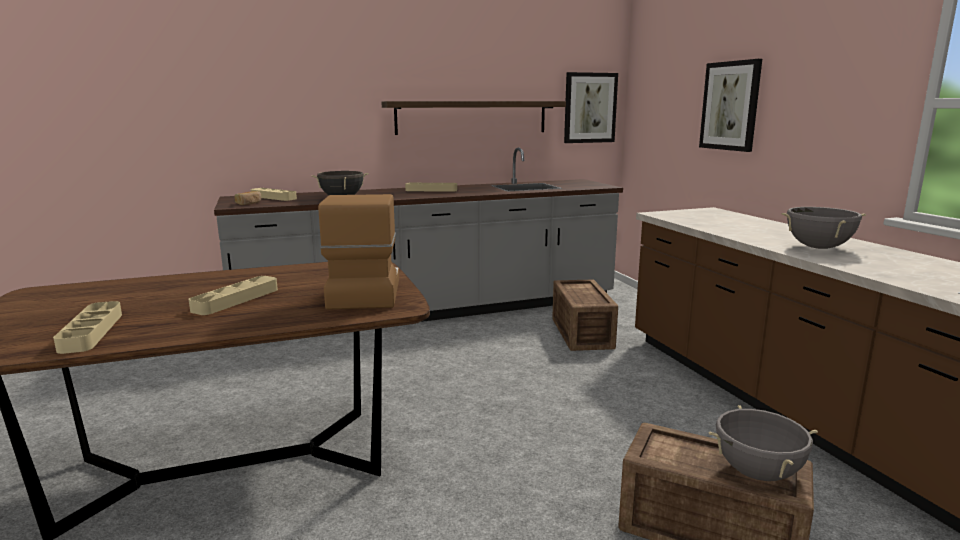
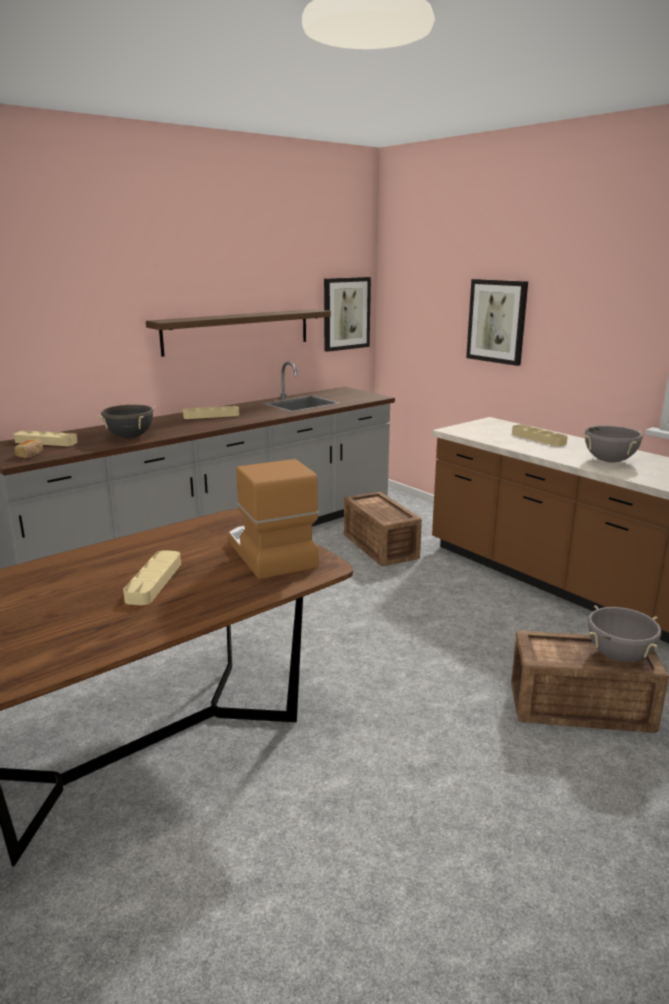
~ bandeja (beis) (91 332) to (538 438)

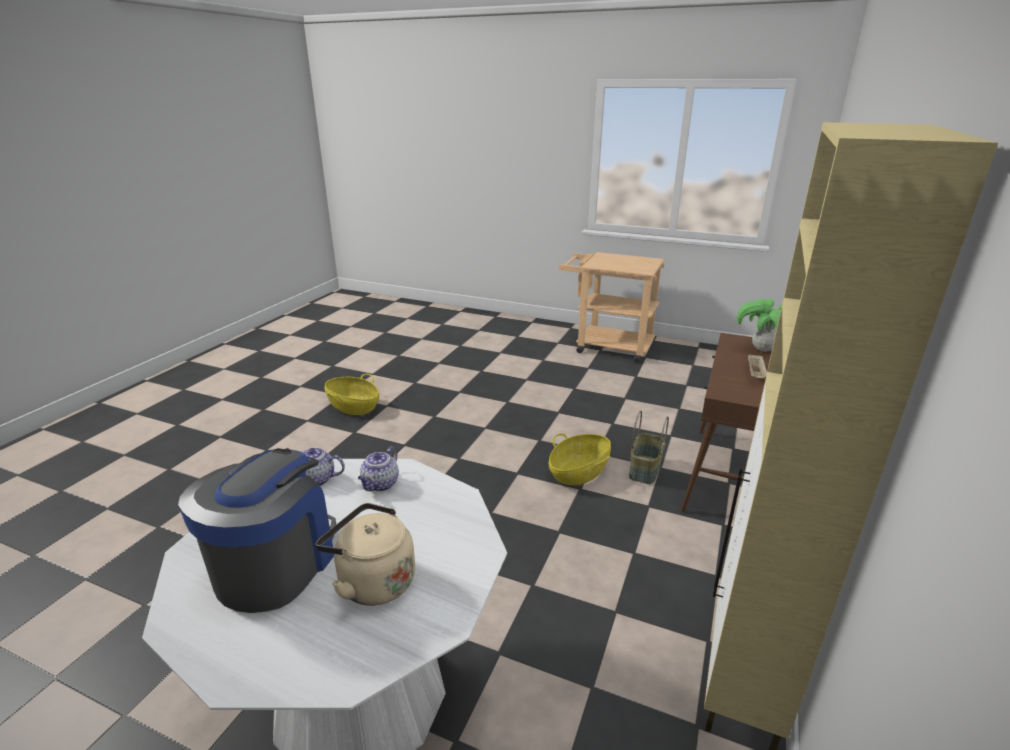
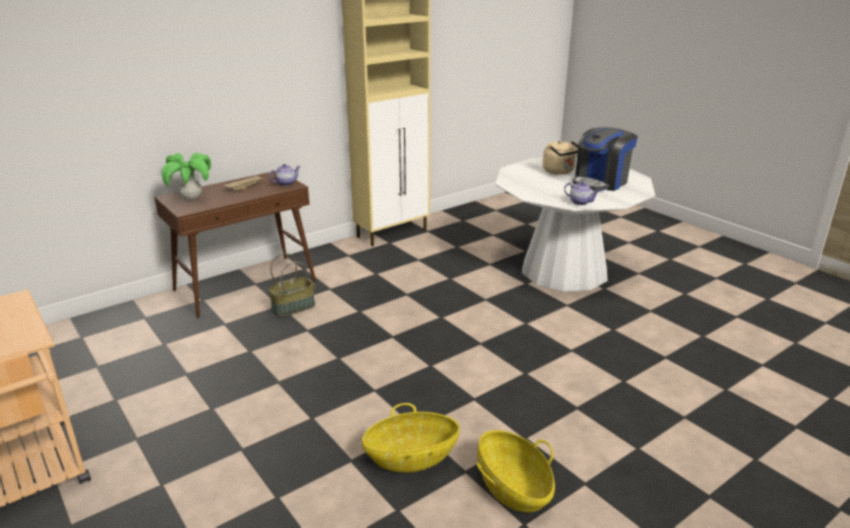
~ cesta (579 472) to (411 457)
~ tetera (380 484) to (286 183)

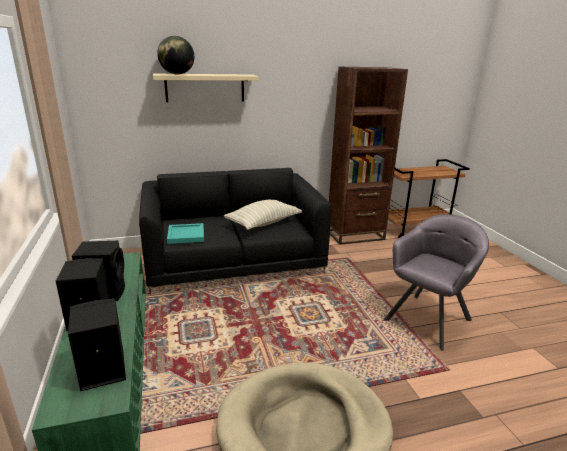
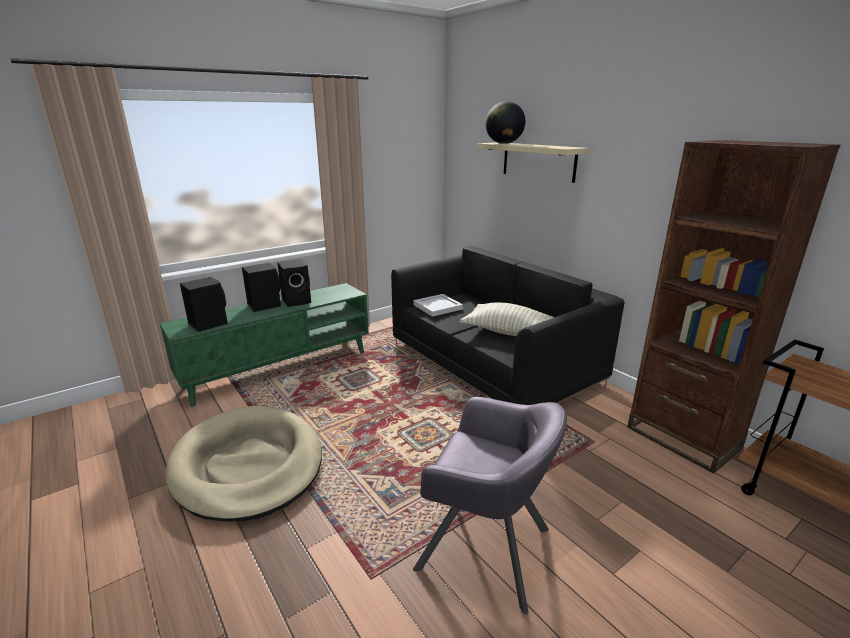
~ bandeja (turquesa) (186 235) to bandeja (blanco) (437 307)

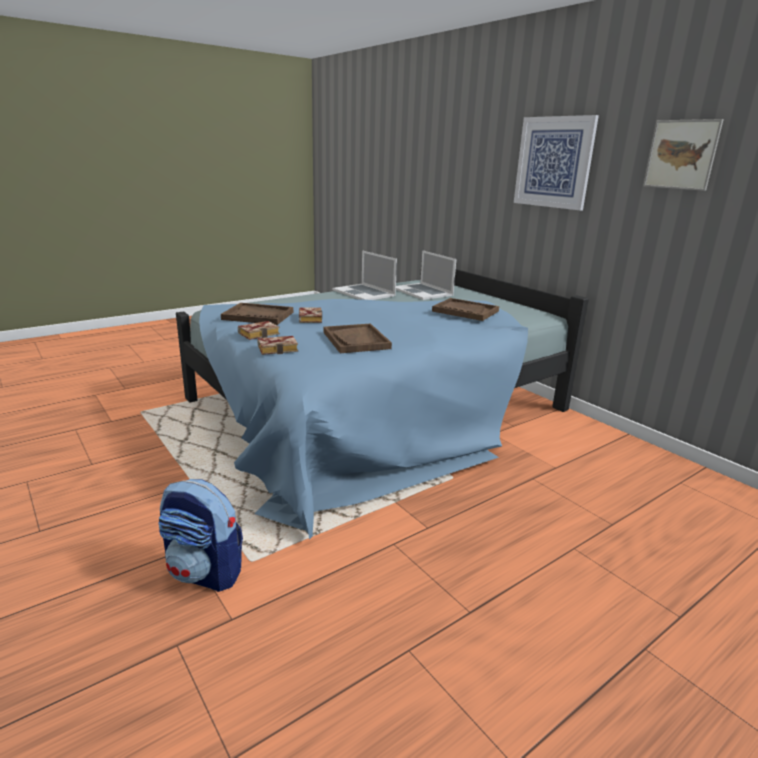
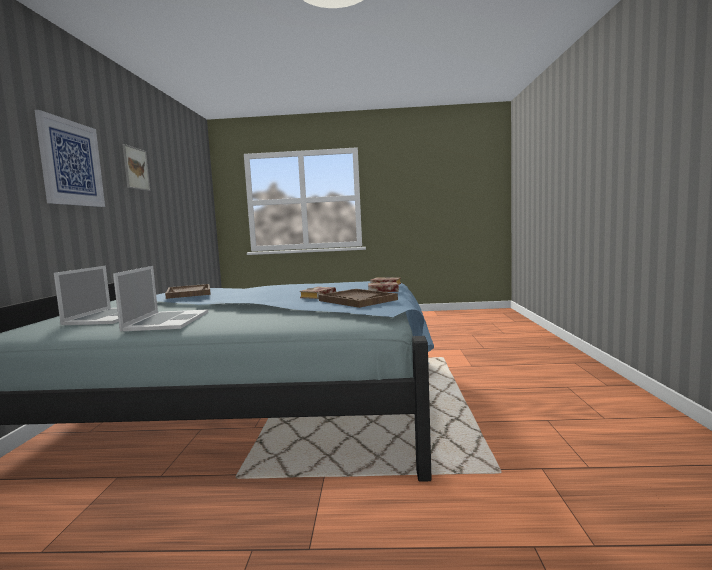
- bandeja (marrón) (356 340)
- mochila (205 572)

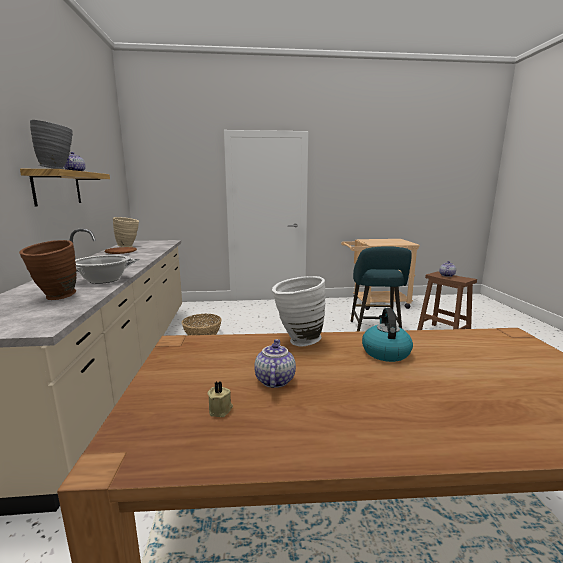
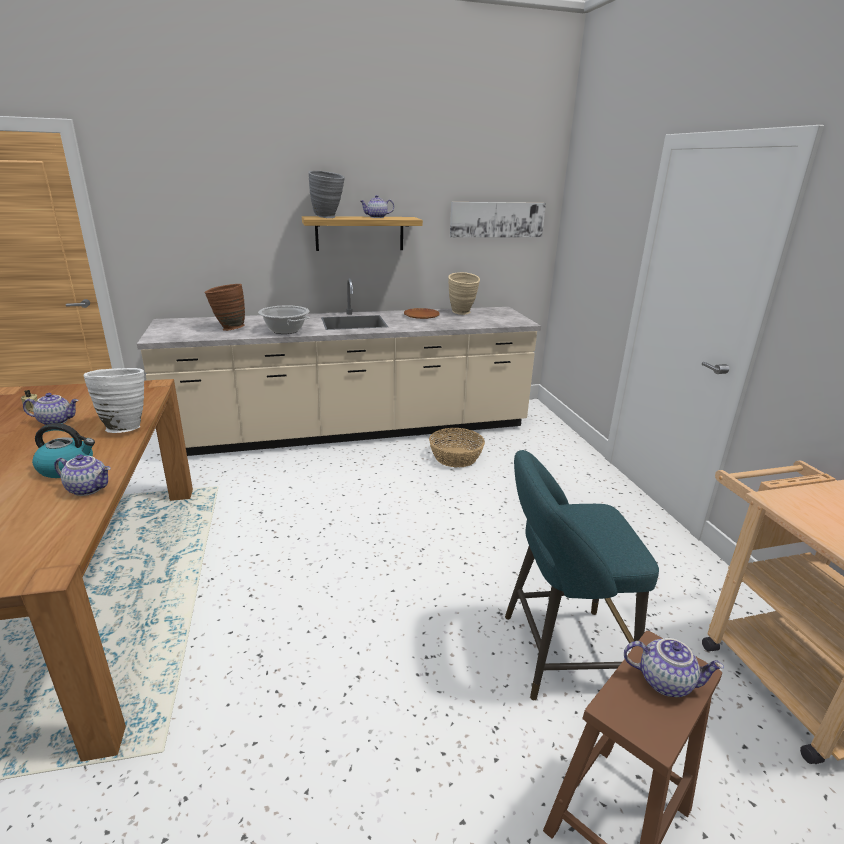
+ cuadro (497 219)
+ tetera (89 488)

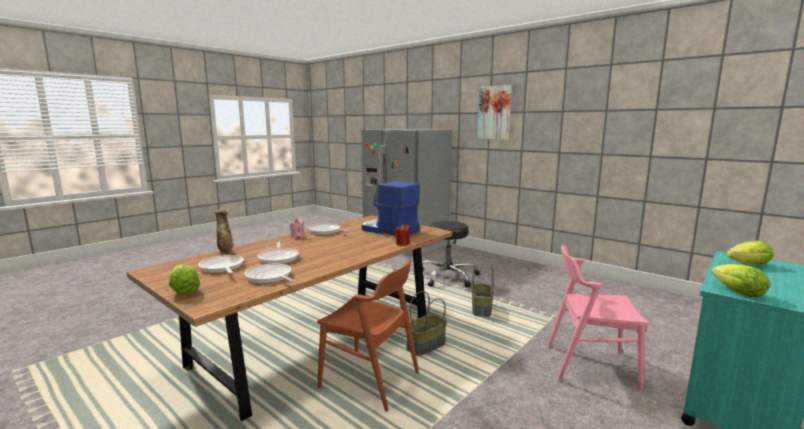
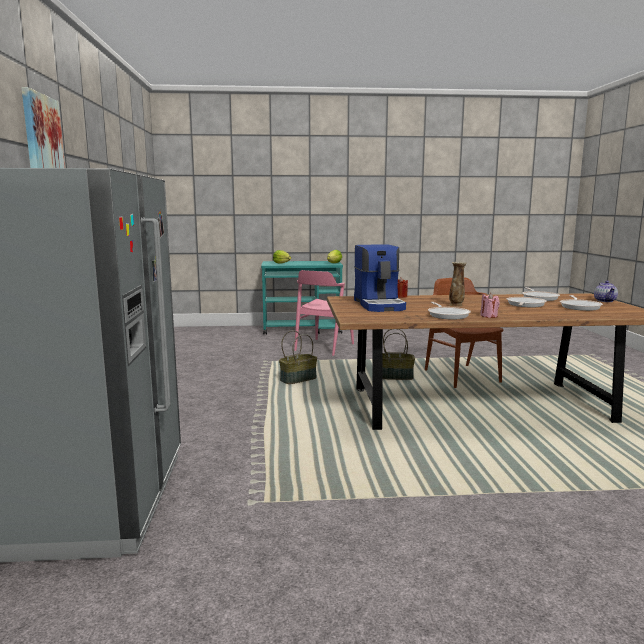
~ florero (225 252) to (456 305)
- taburete (negro) (448 277)
~ silla (rosa) (590 366) = (324 347) 60 degrees clockwise
~ lechuga (184 291) to tetera (605 301)

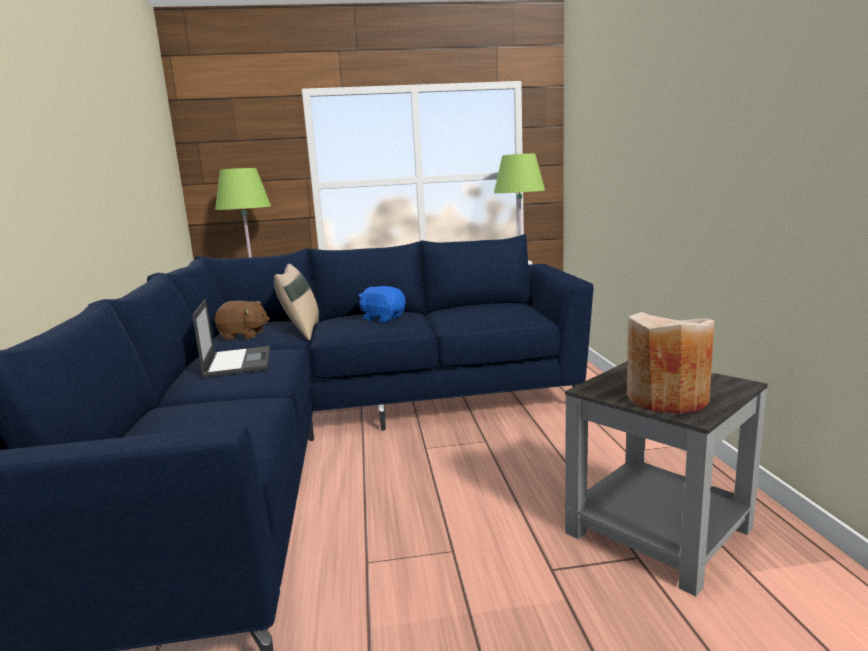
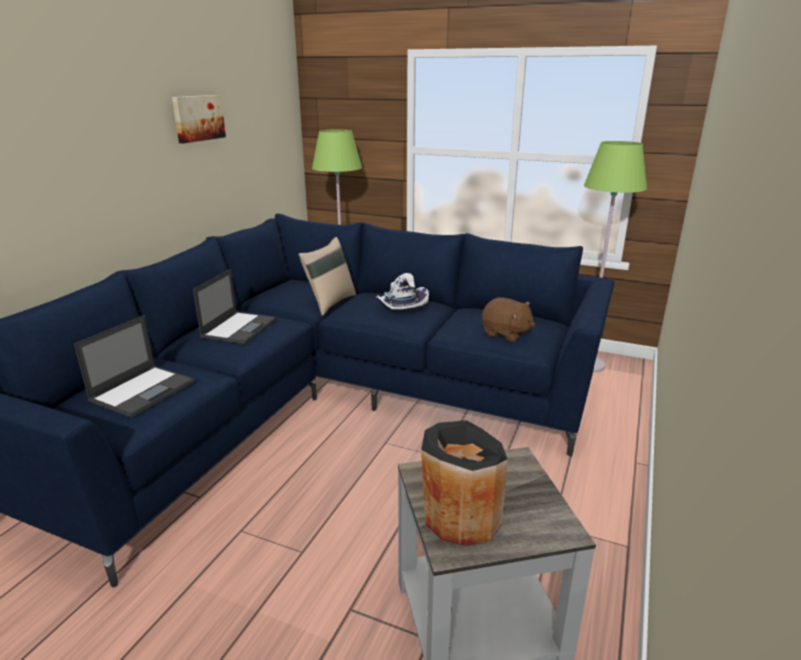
~ peluche (azul) (383 319) to sombrero (blanco) (400 308)
~ peluche (marrón) (243 335) to (506 333)
~ florero (beis) (666 399) to florero (negro) (461 516)
+ cuadro (198 118)
+ portátil (143 390)

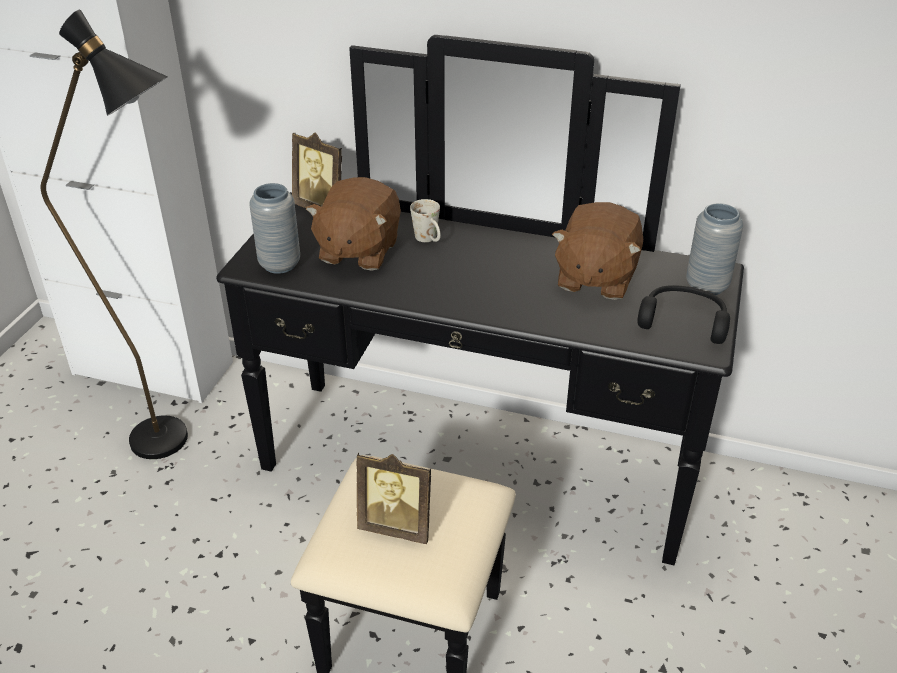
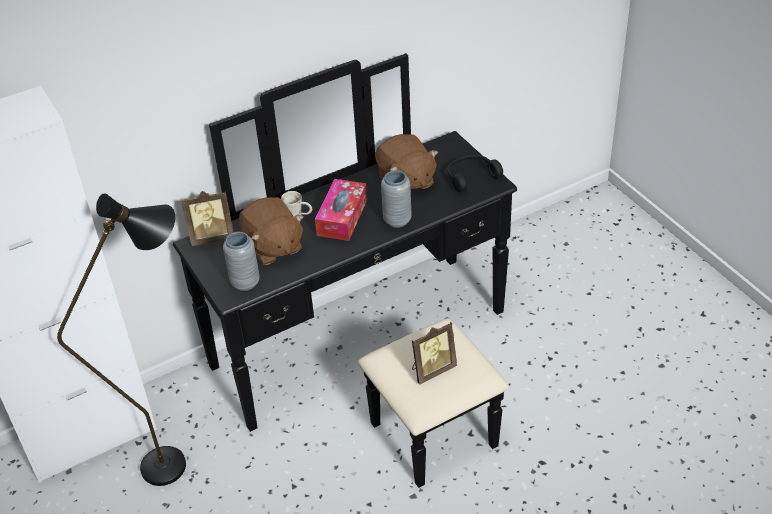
~ florero (gris) (706 286) to (397 220)
+ caja de pañuelos (342 217)

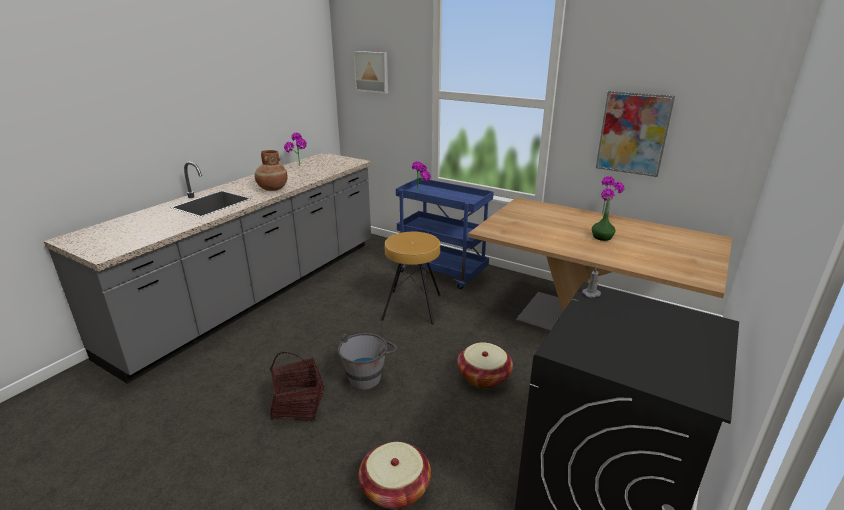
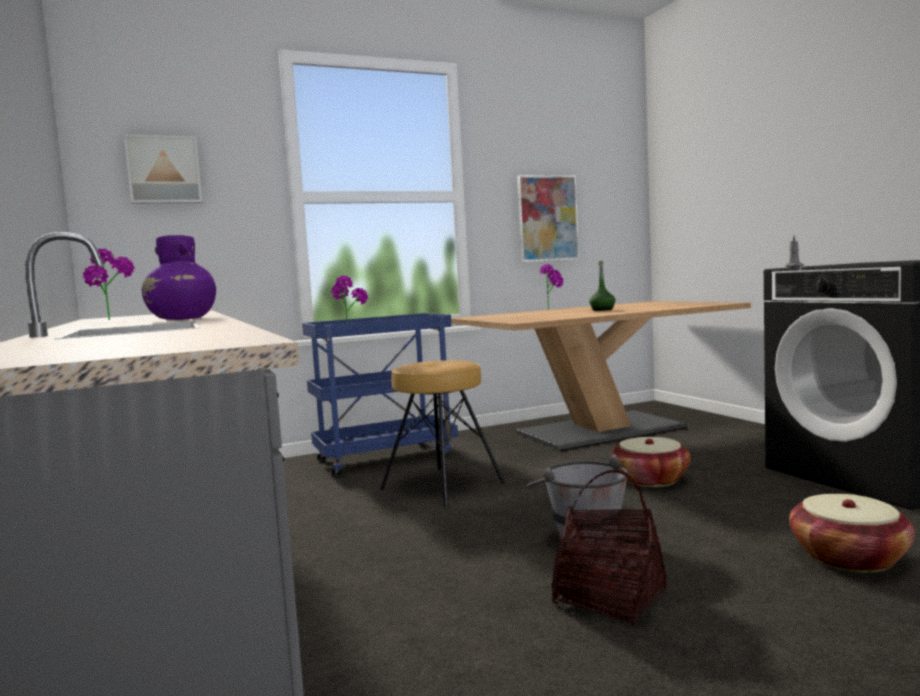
~ florero (marrón) (272 188) to florero (morado) (182 319)

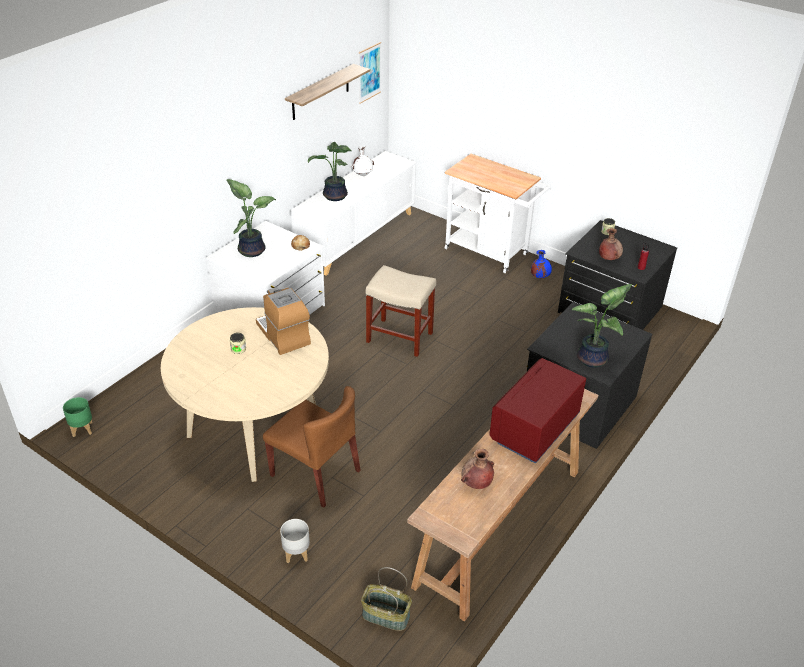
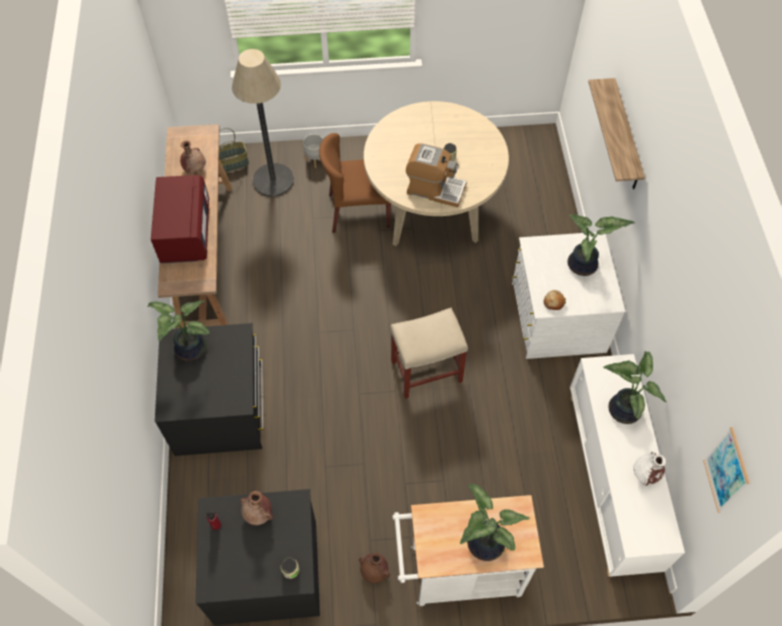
~ estante (320 92) to (625 137)
~ florero (azul) (539 277) to florero (marrón) (375 571)
- maceta (verde) (82 429)
+ lámpara de pie (273 180)
+ planta en maceta (483 543)

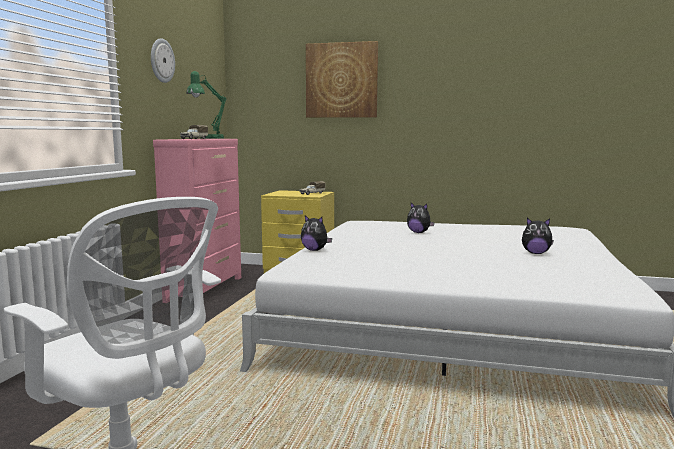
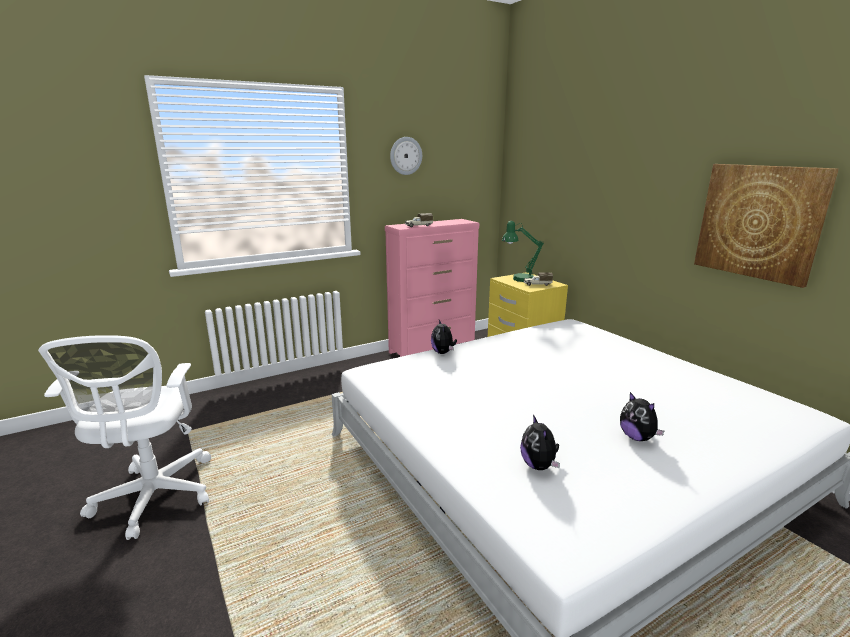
~ cuadro (341 80) to (759 222)
~ lámpara de mesa (verde) (207 138) to (518 279)
~ peluche (419 232) to (539 466)

